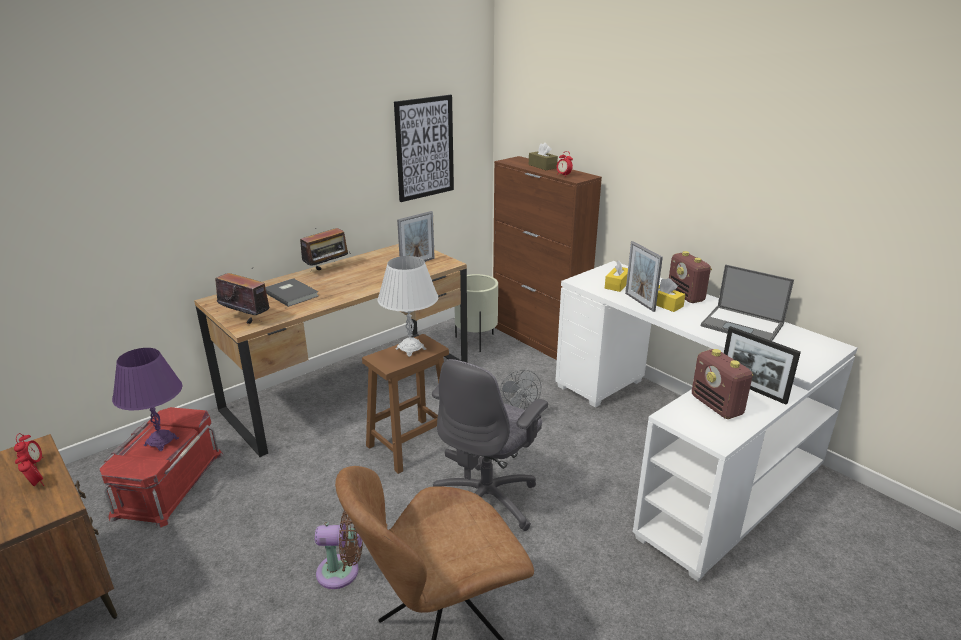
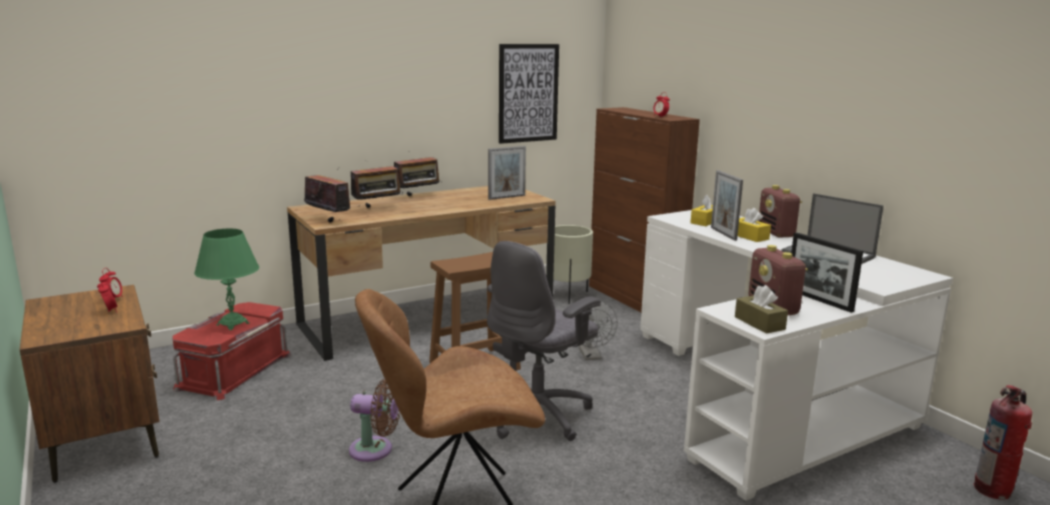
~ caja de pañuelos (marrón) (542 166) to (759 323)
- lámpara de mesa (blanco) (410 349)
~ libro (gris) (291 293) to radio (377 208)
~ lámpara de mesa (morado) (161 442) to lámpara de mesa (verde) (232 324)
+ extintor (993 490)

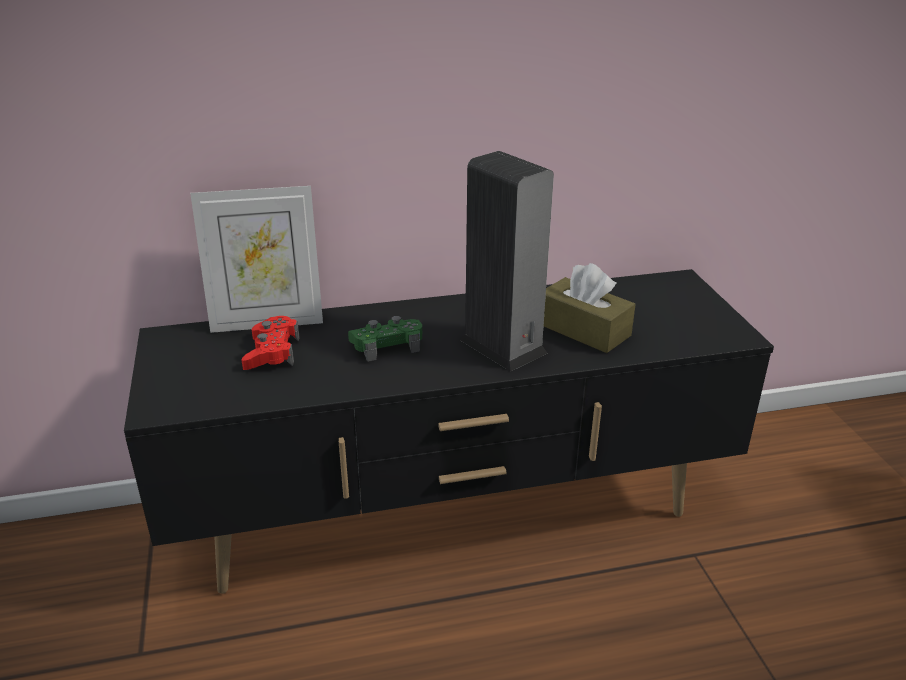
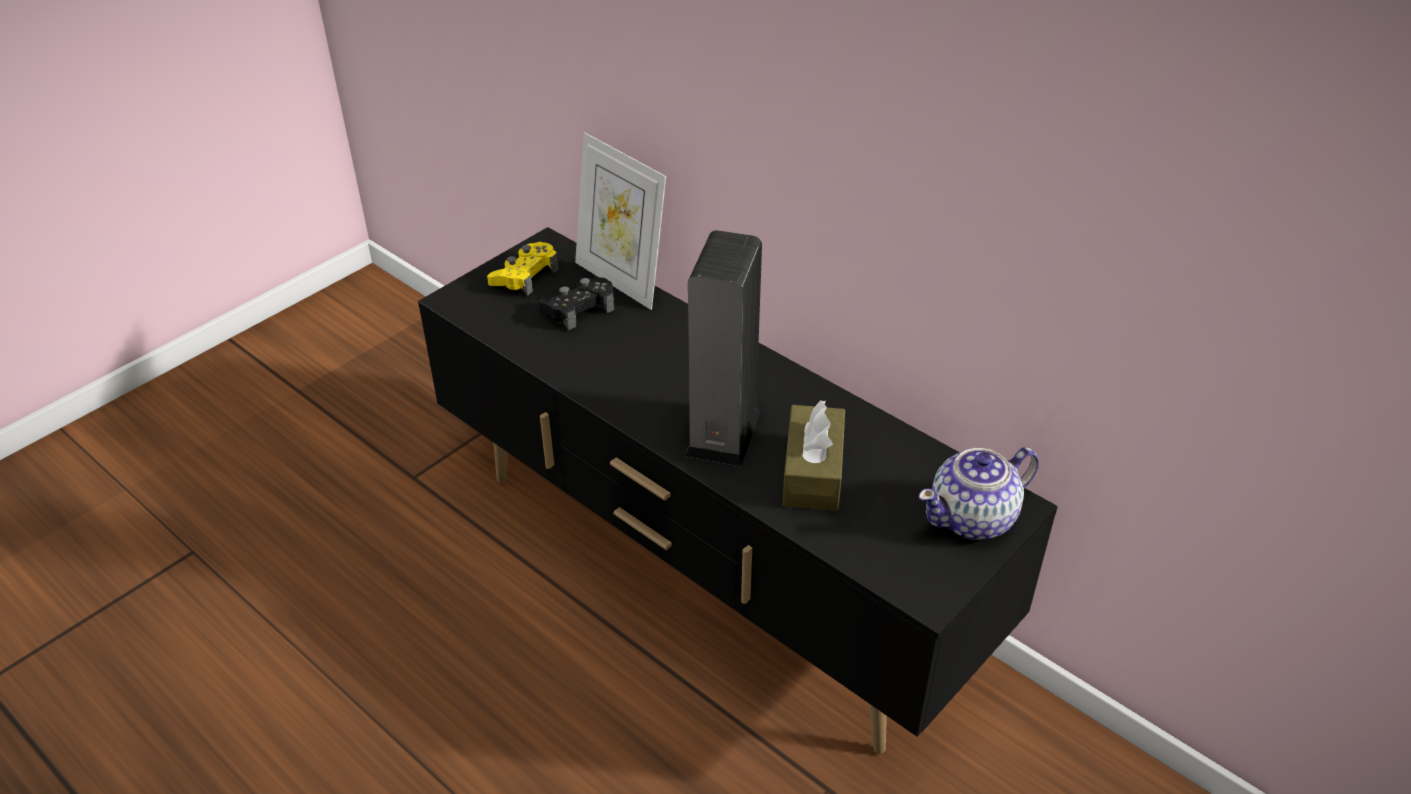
~ mando de consola (rojo) (272 352) to mando de consola (negro) (578 309)
- mando de consola (verde) (387 345)
+ mando de consola (amarillo) (525 276)
+ tetera (973 518)

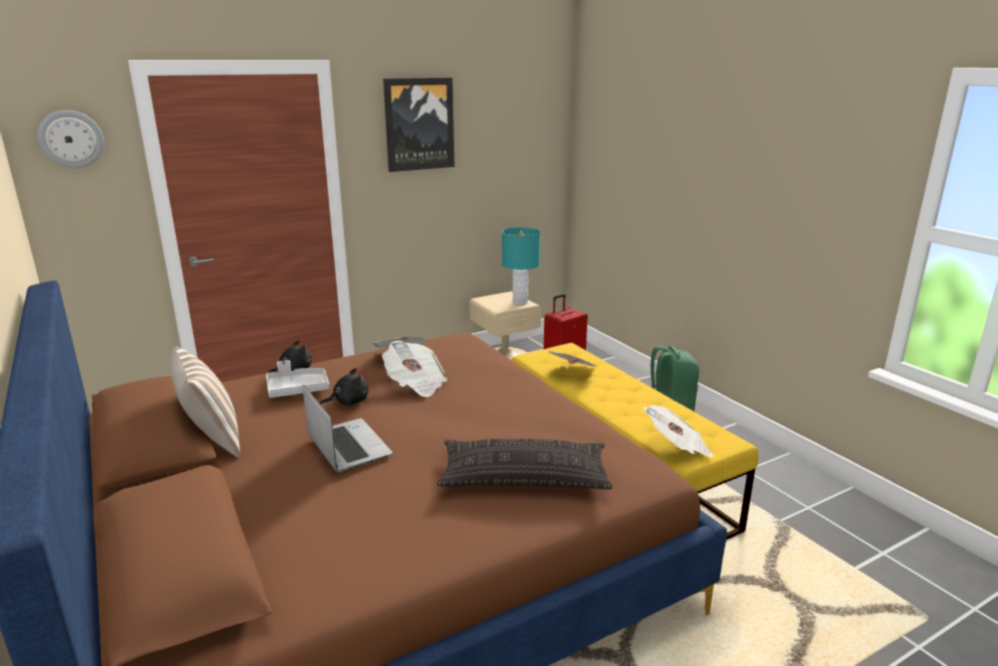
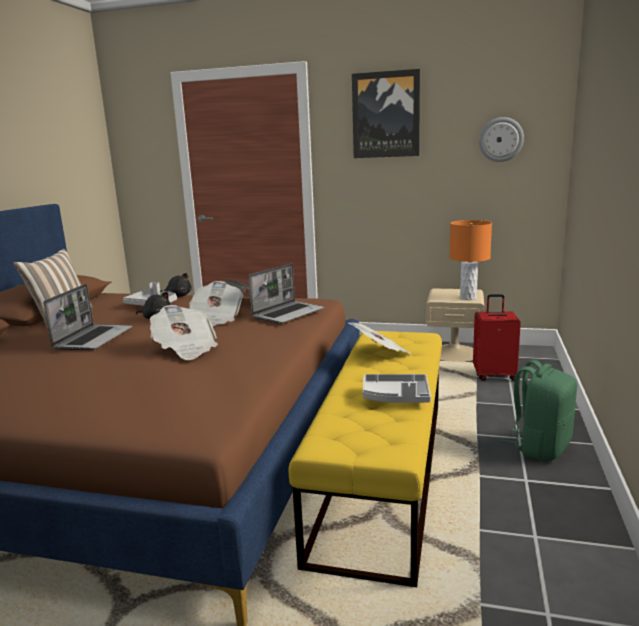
~ reloj de pared (71 139) to (500 139)
~ lámpara de mesa (turquesa) (520 302) to lámpara de mesa (naranja) (468 298)
~ periódico (677 447) to (185 349)
- cojín (523 476)
+ portátil (288 313)
+ bandeja (gris) (396 397)

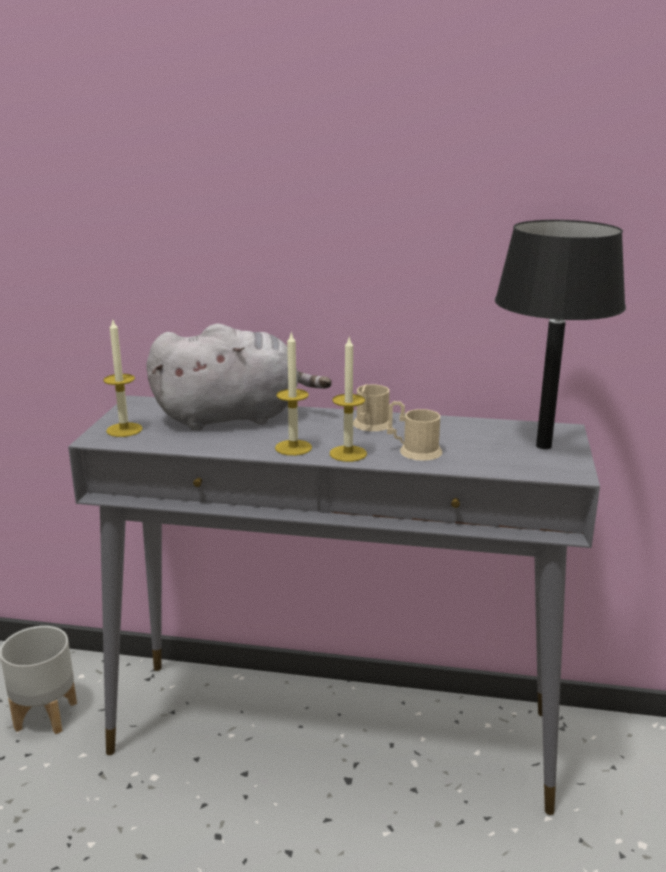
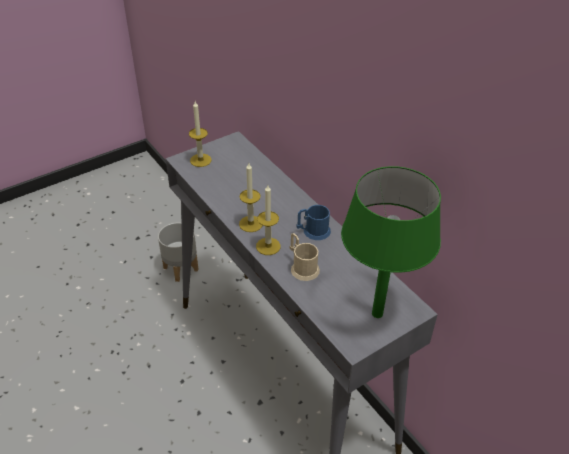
~ lámpara de mesa (negro) (544 446) to lámpara de mesa (verde) (377 314)
- peluche (gris) (234 417)
~ taza grande (beis) (370 426) to taza grande (azul) (313 231)

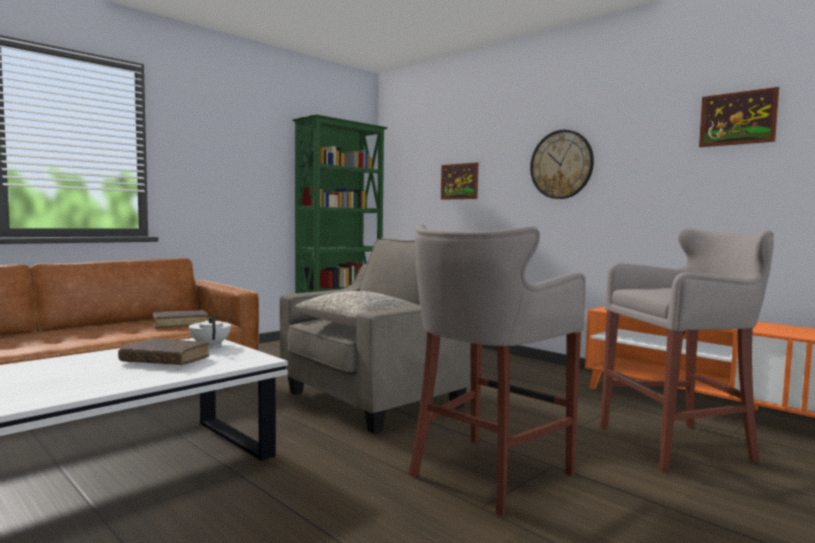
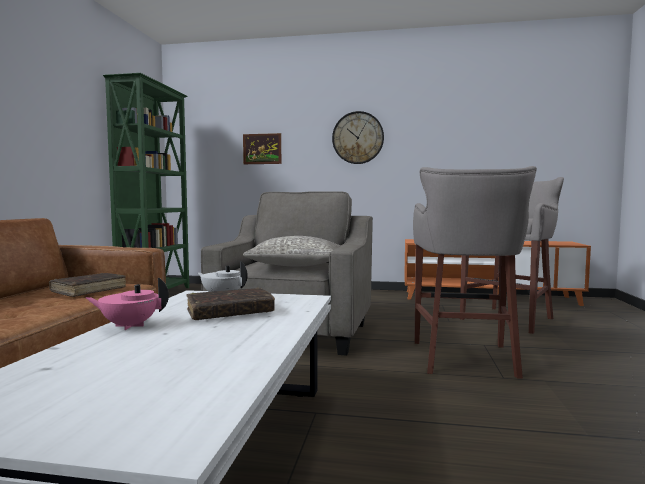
- cuadro (737 118)
+ tetera (rosa) (129 326)

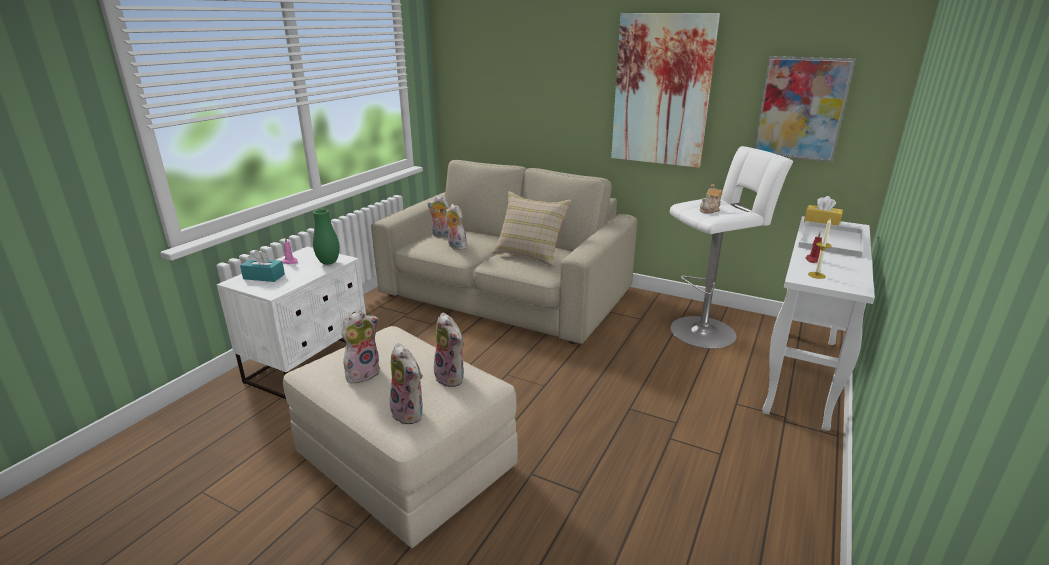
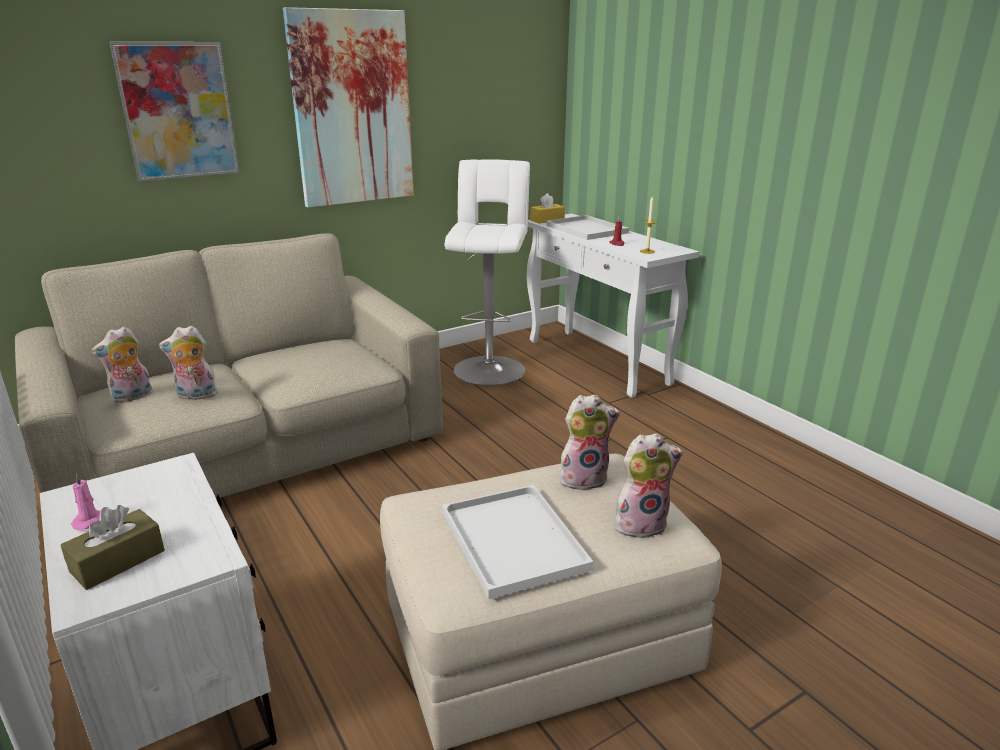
~ cuadro (801 109) to (178 111)
- tetera (710 210)
- cojín (beis) (530 254)
- florero (verde) (329 262)
~ caja de pañuelos (turquesa) (264 277) to caja de pañuelos (marrón) (118 561)
~ peluche (363 373) to bandeja (blanco) (516 541)

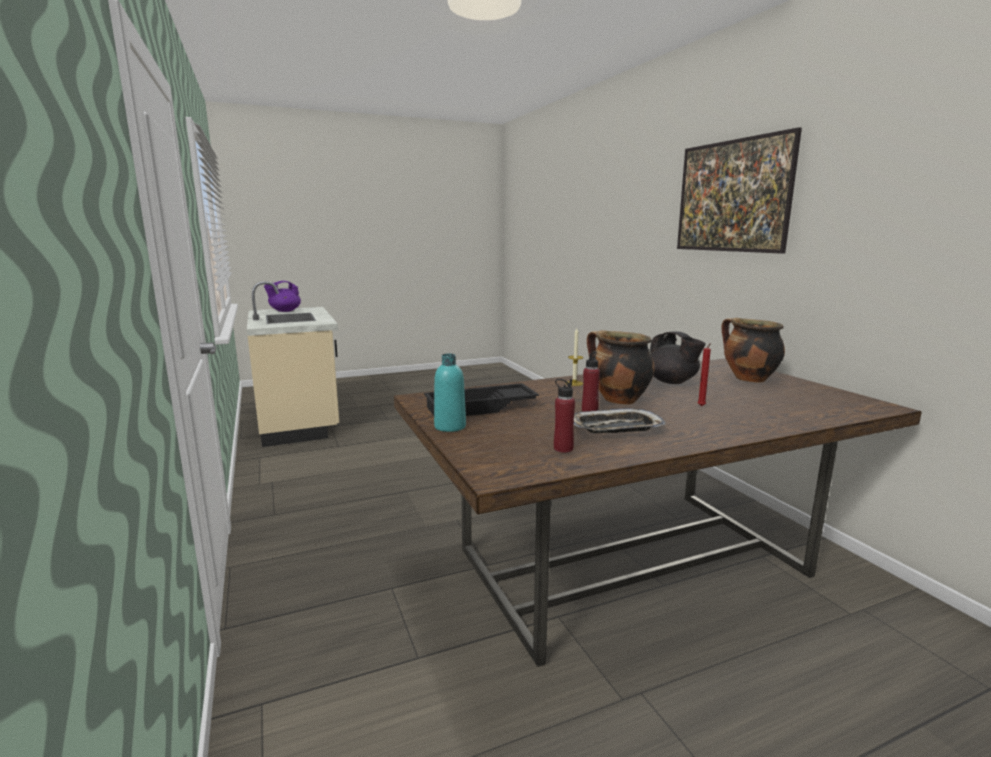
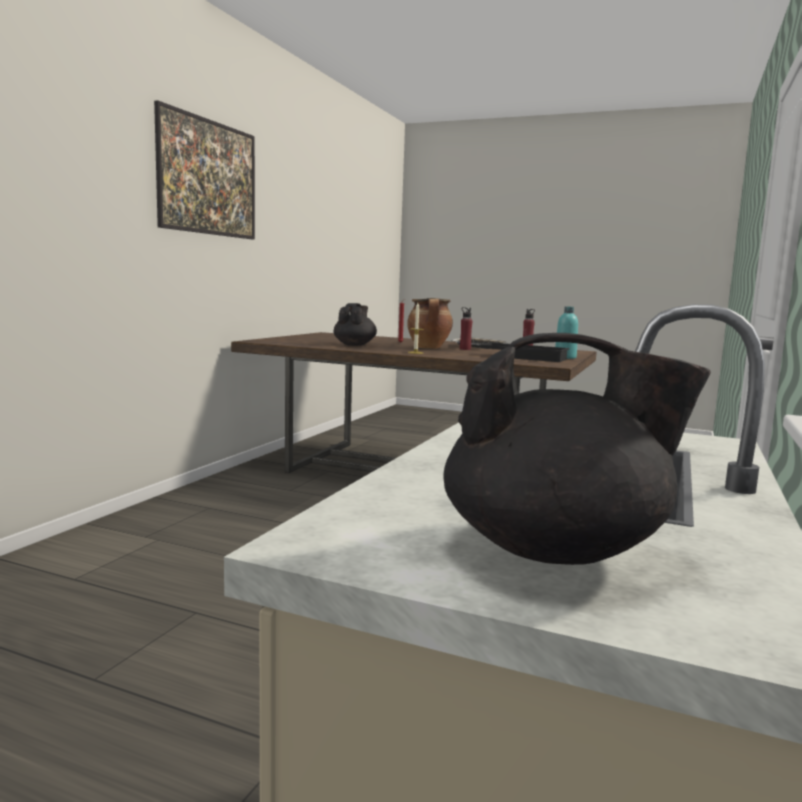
~ tetera (morado) (284 311) to tetera (negro) (556 550)
- olla (748 379)

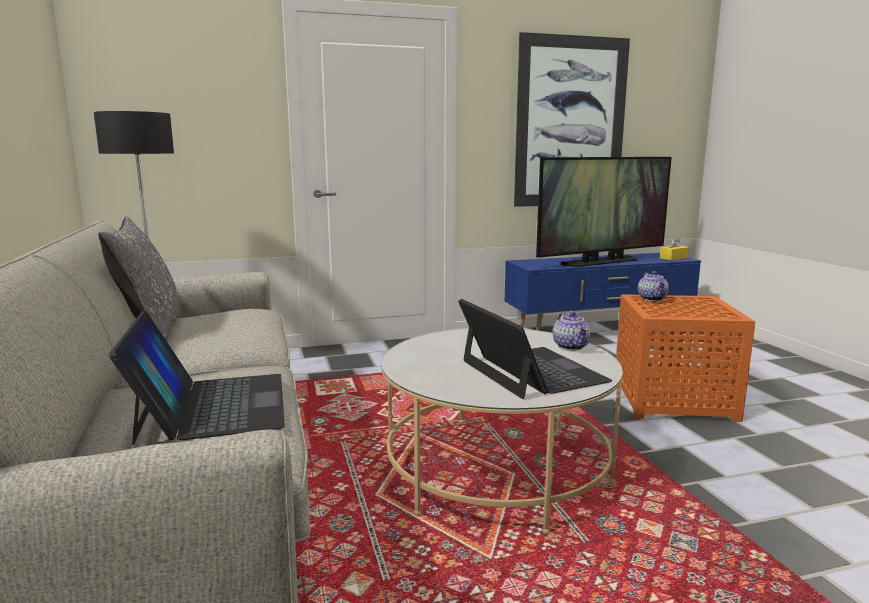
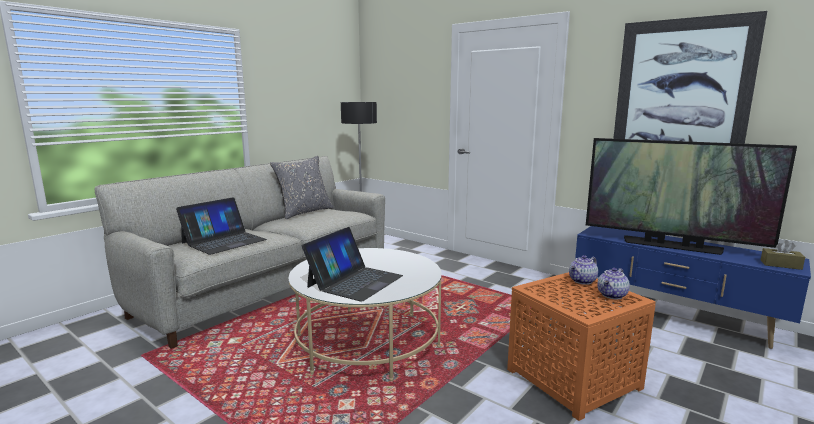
~ caja de pañuelos (amarillo) (673 258) to caja de pañuelos (marrón) (780 265)
~ tetera (571 347) to (612 295)

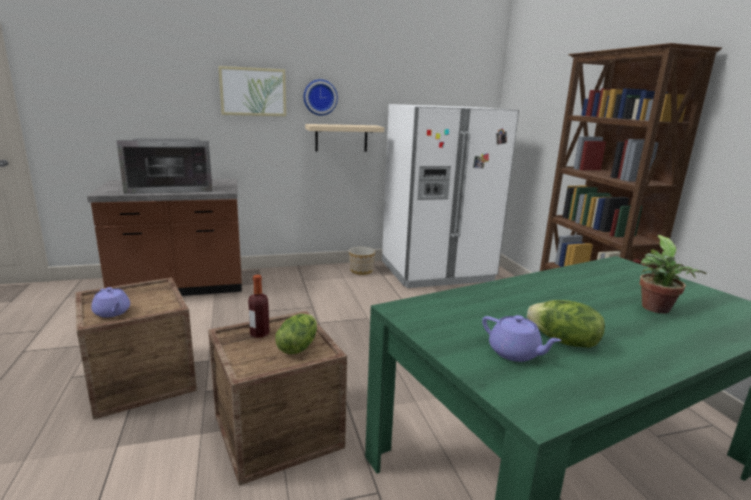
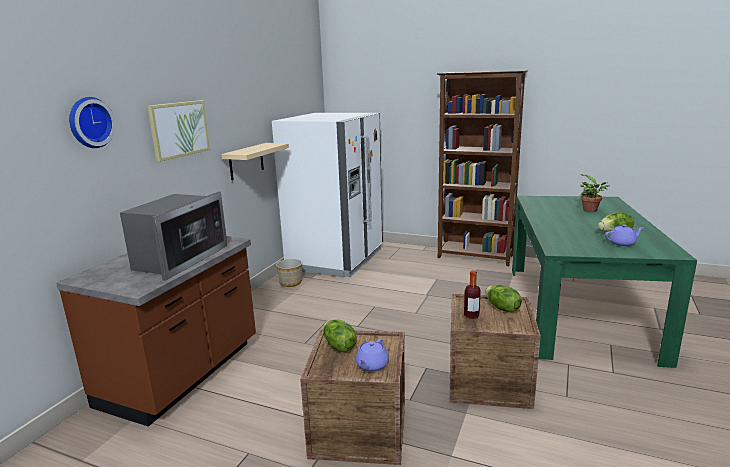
~ reloj de pared (320 97) to (89 122)
~ tetera (morado) (112 313) = (371 365) 120 degrees clockwise
+ lechuga (339 346)

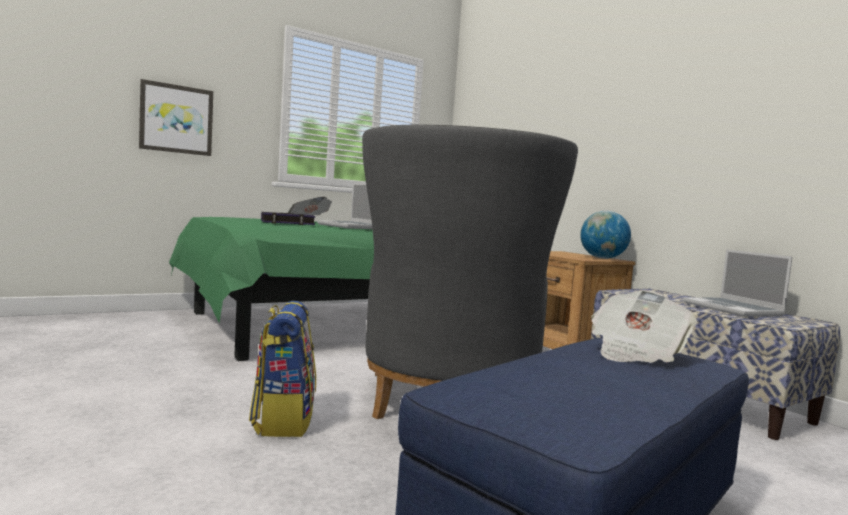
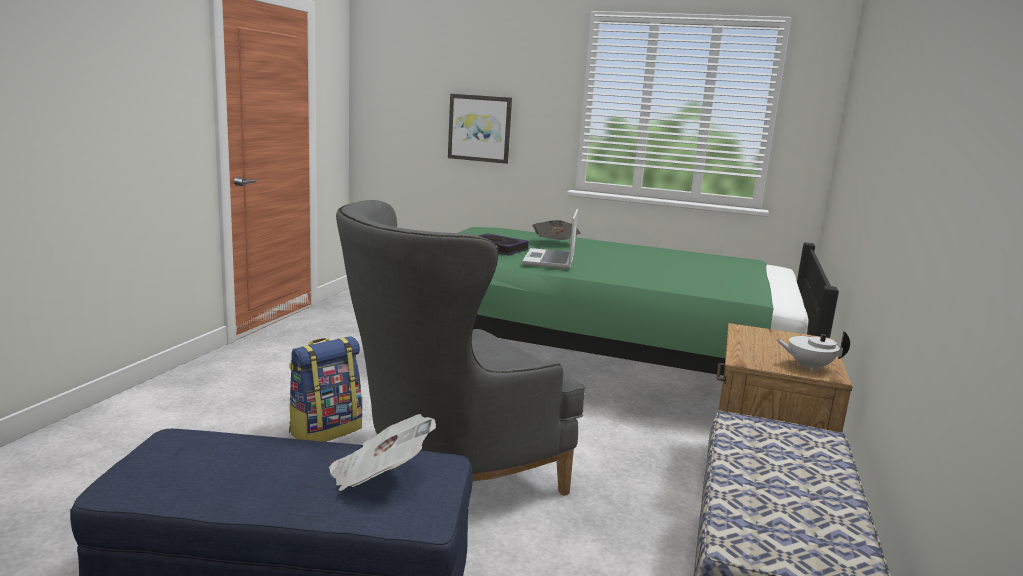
~ globo terráqueo (602 258) to tetera (blanco) (808 366)
- portátil (733 309)

